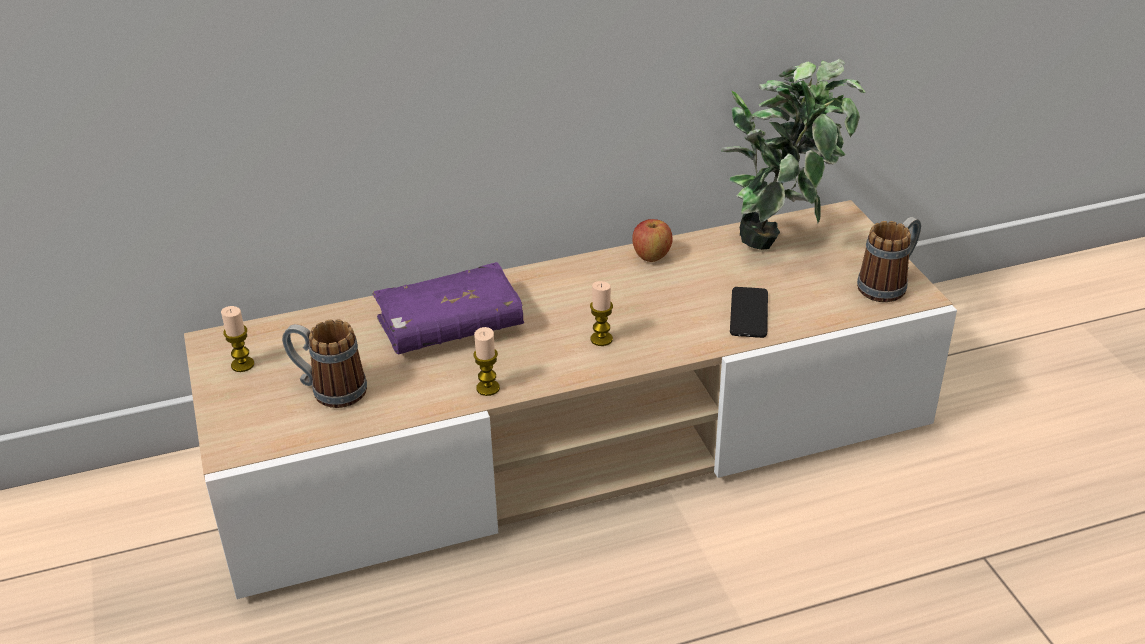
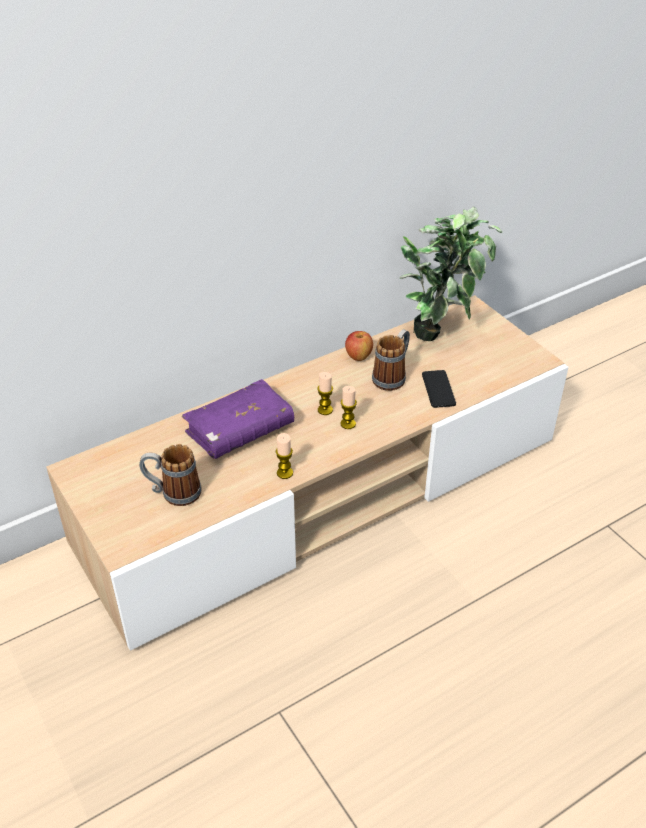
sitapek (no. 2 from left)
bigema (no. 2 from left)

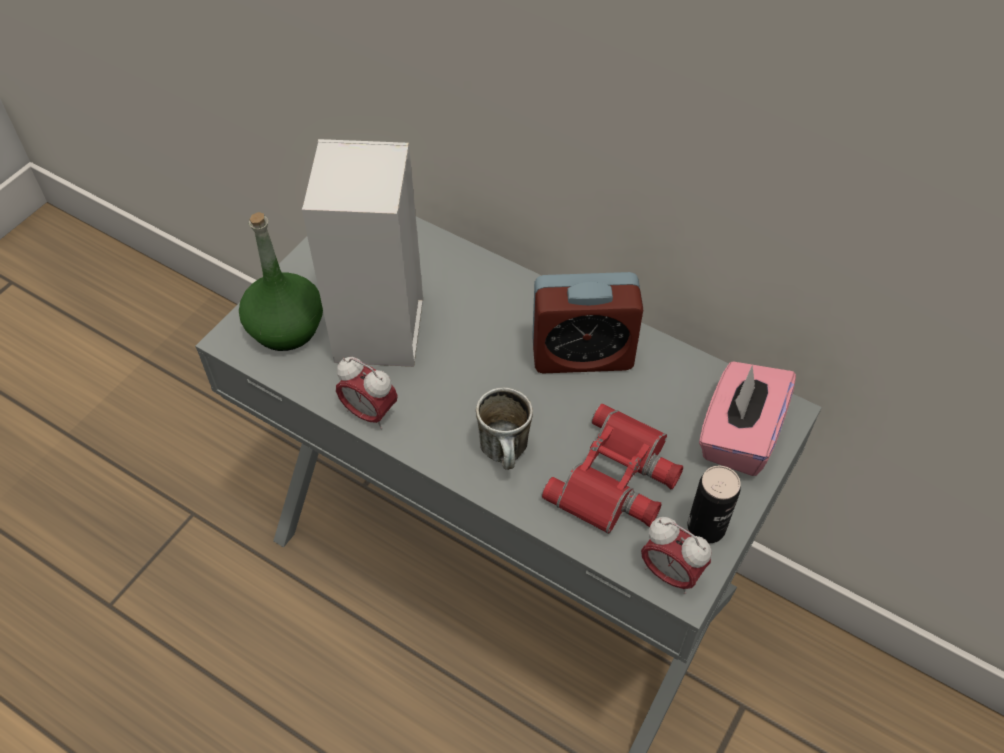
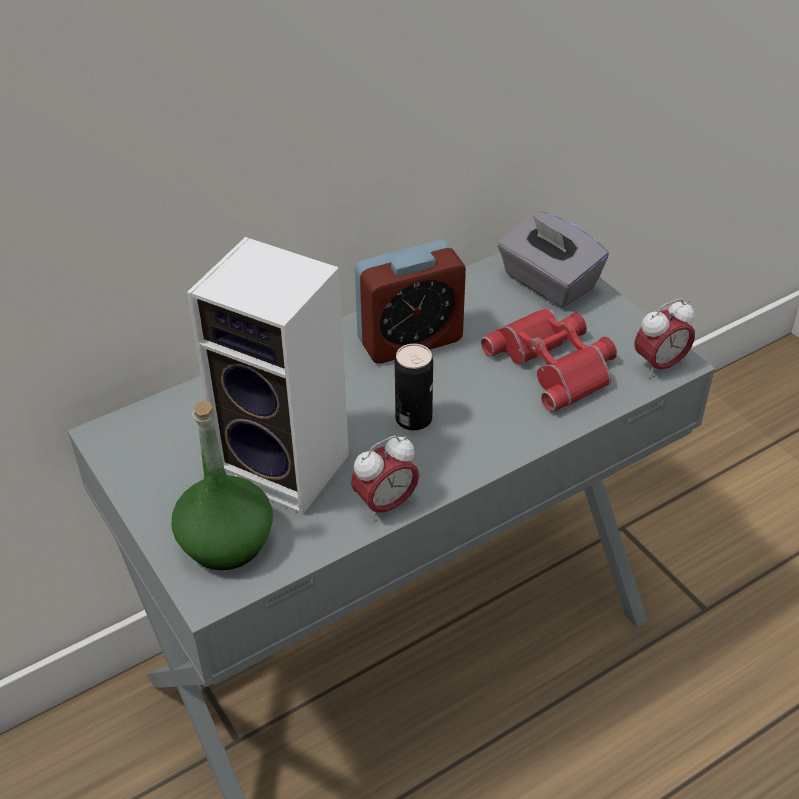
bigema
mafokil
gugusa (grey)
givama (no. 2 from left)

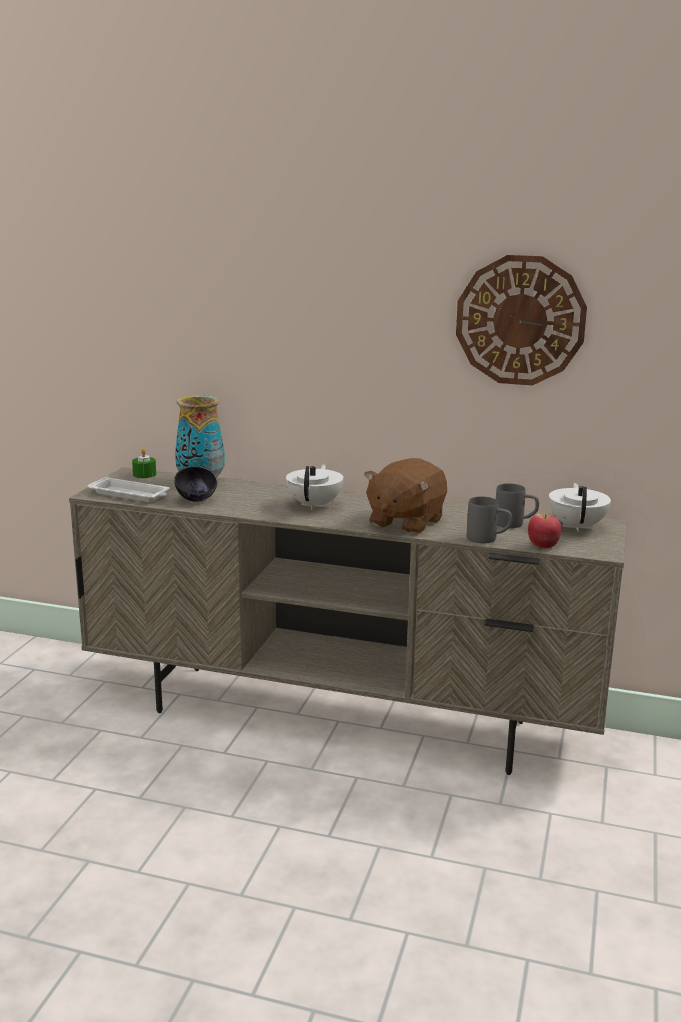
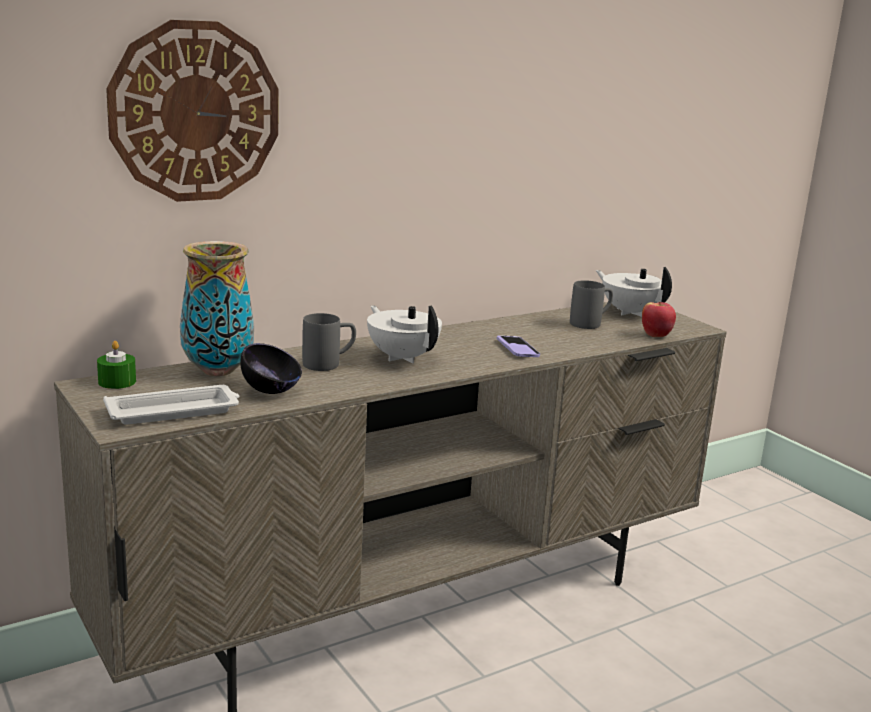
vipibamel
bigema (grey) (no. 1 from left)
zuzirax

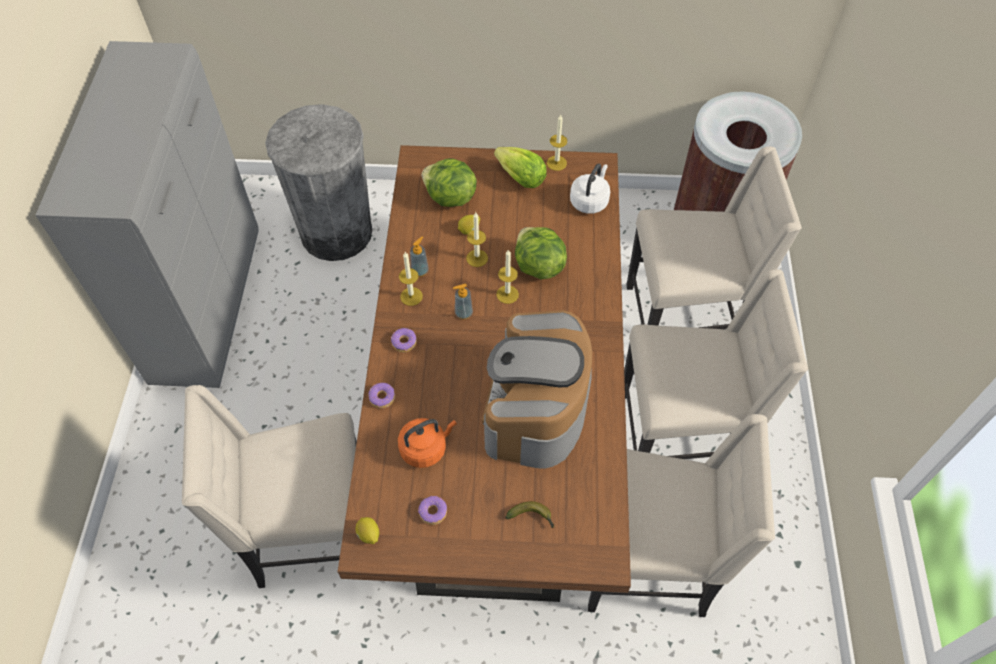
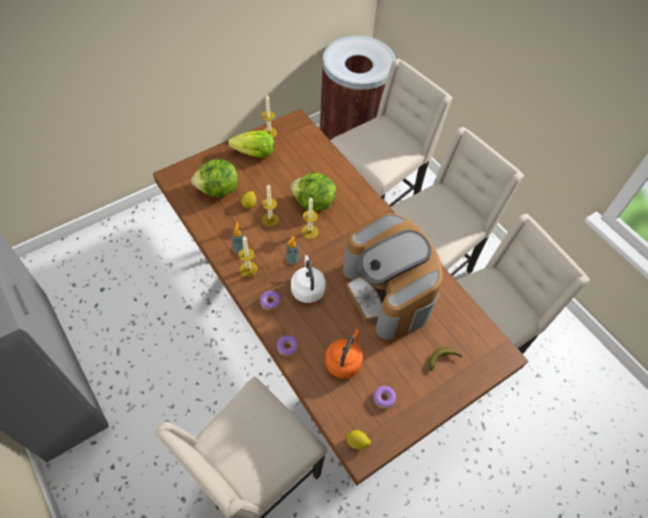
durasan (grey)
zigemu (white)

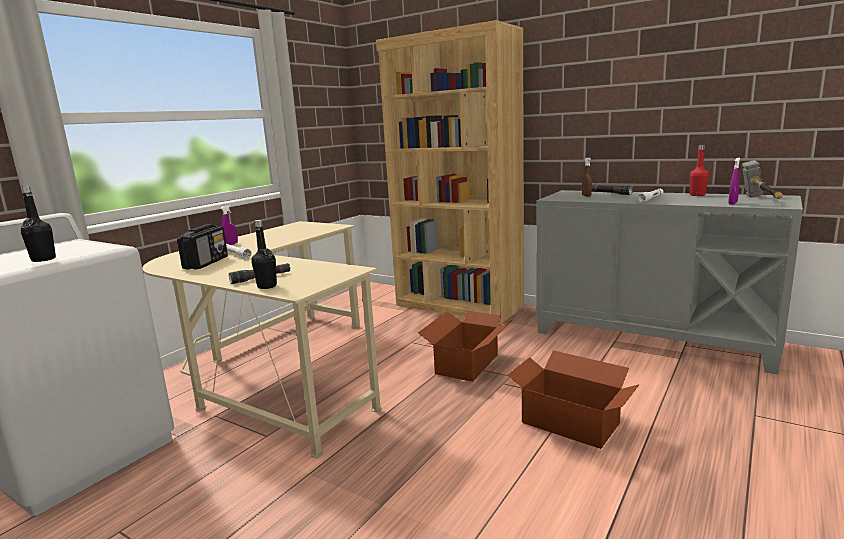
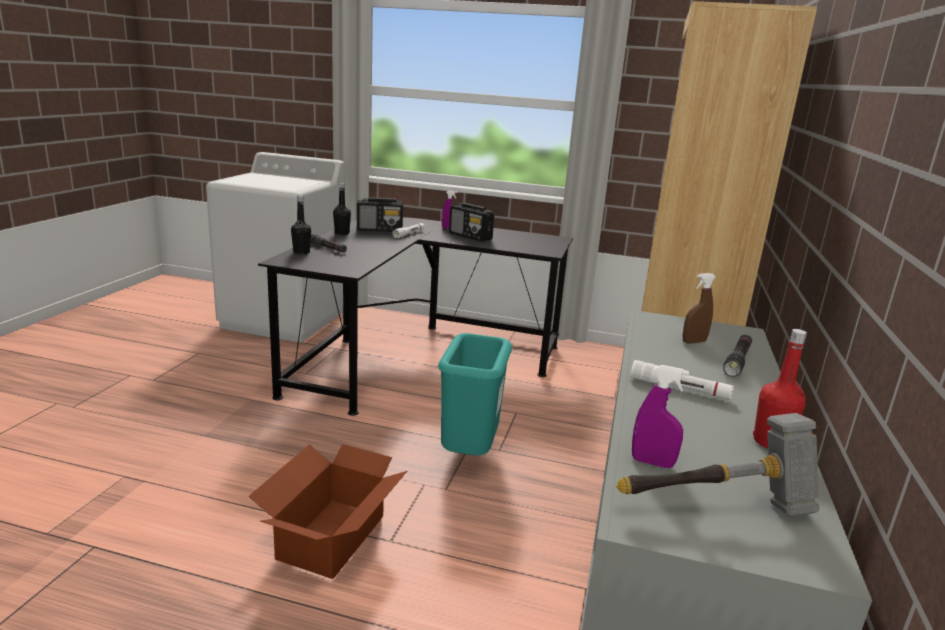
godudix (no. 2 from left)
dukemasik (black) (no. 2 from left)
durasan (turquoise)
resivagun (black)

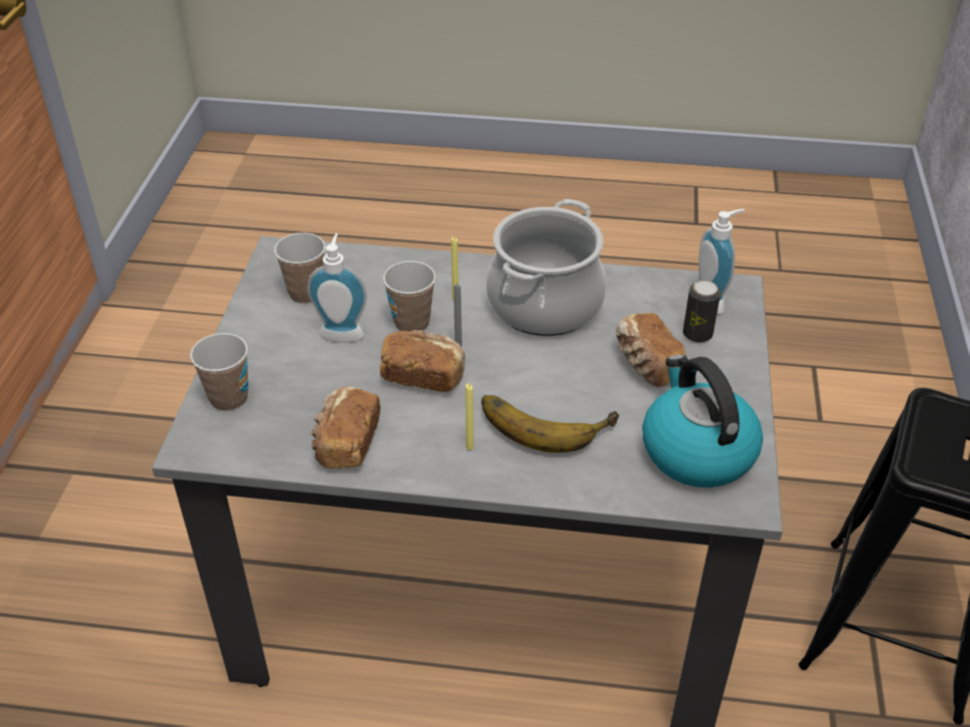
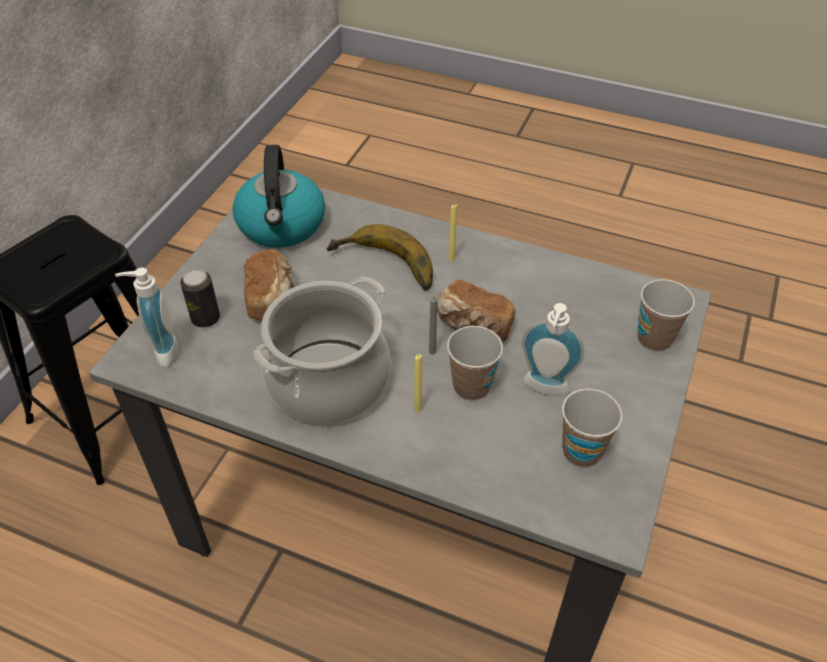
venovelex (no. 1 from left in the first image)

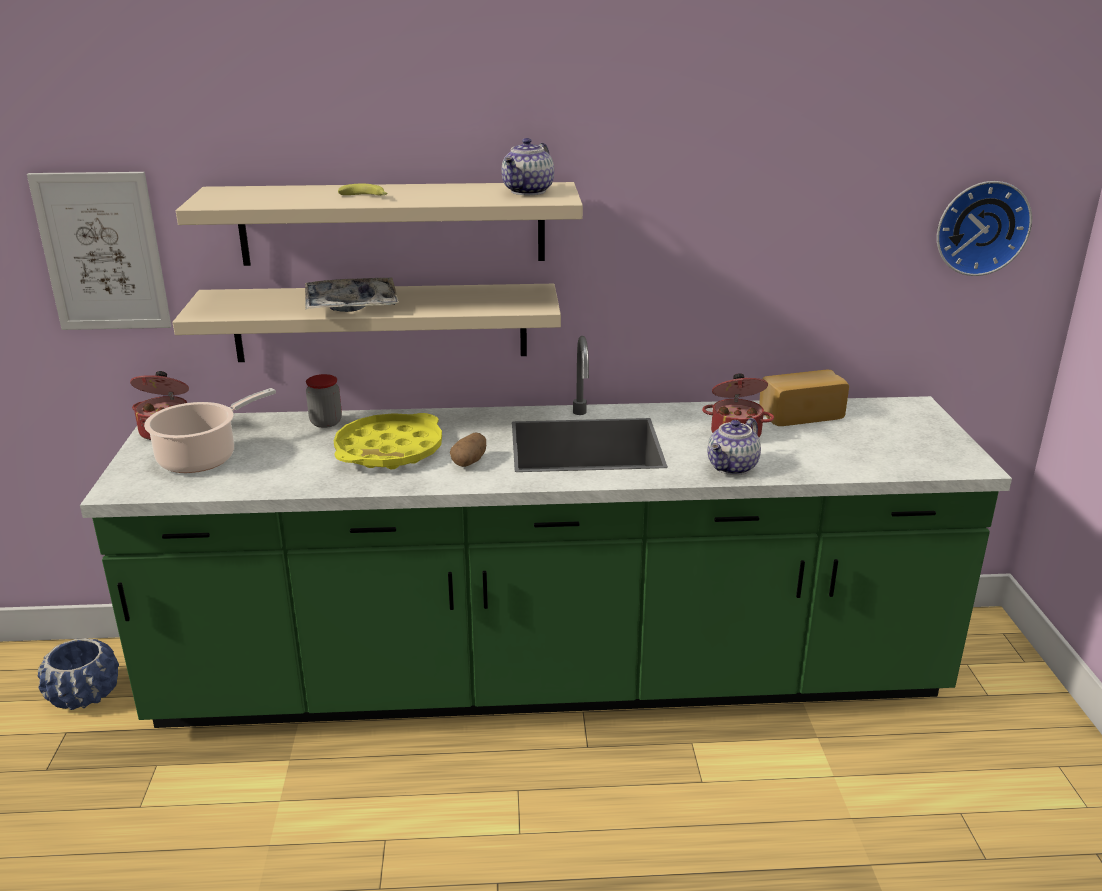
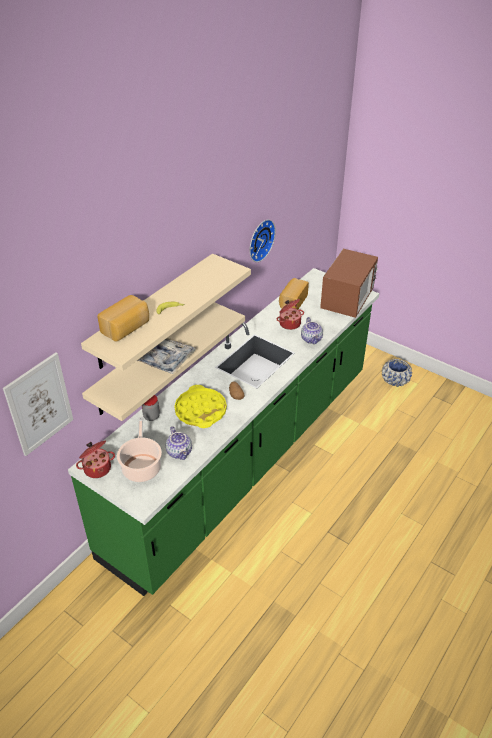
venovelex (no. 1 from left)
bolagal
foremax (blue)
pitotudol (no. 1 from left)
vipibamel

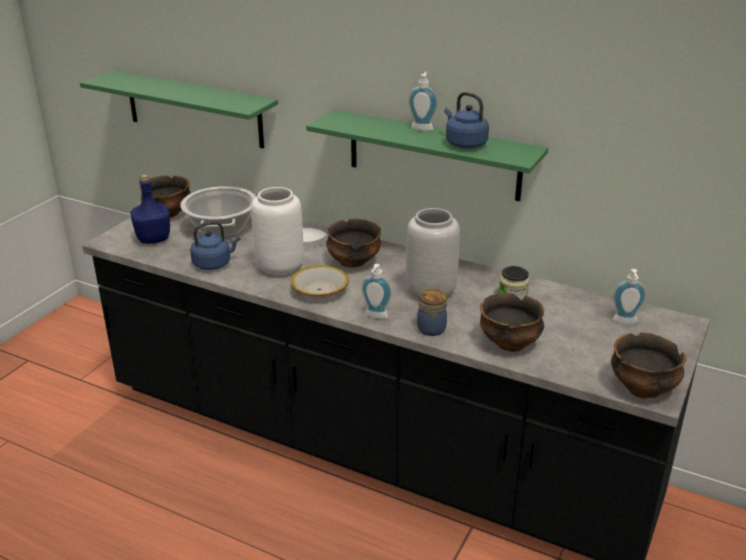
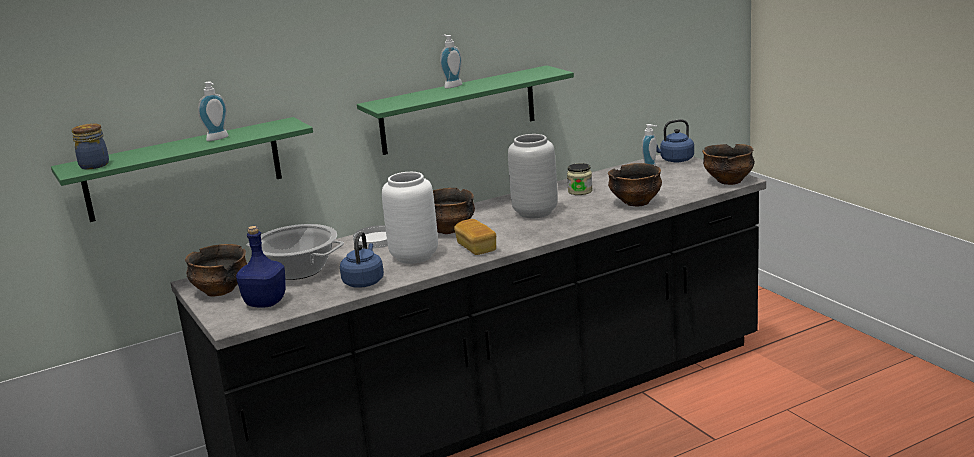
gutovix (no. 1 from left)
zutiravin (no. 1 from left)
zigemu (blue) (no. 2 from left)
venovelex

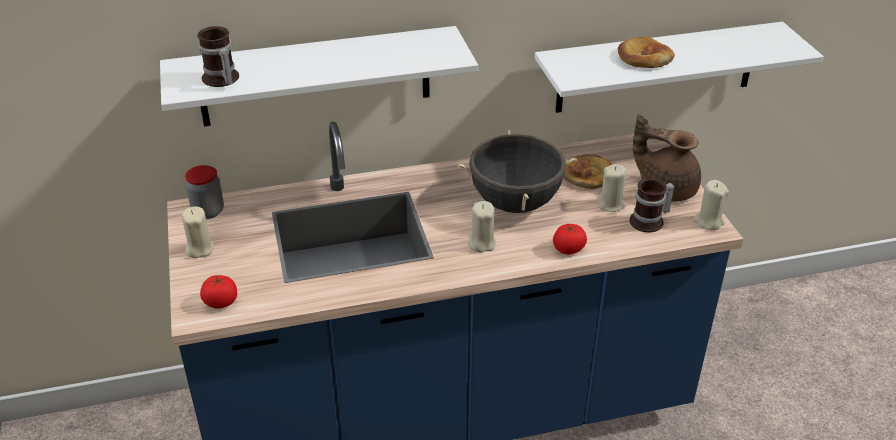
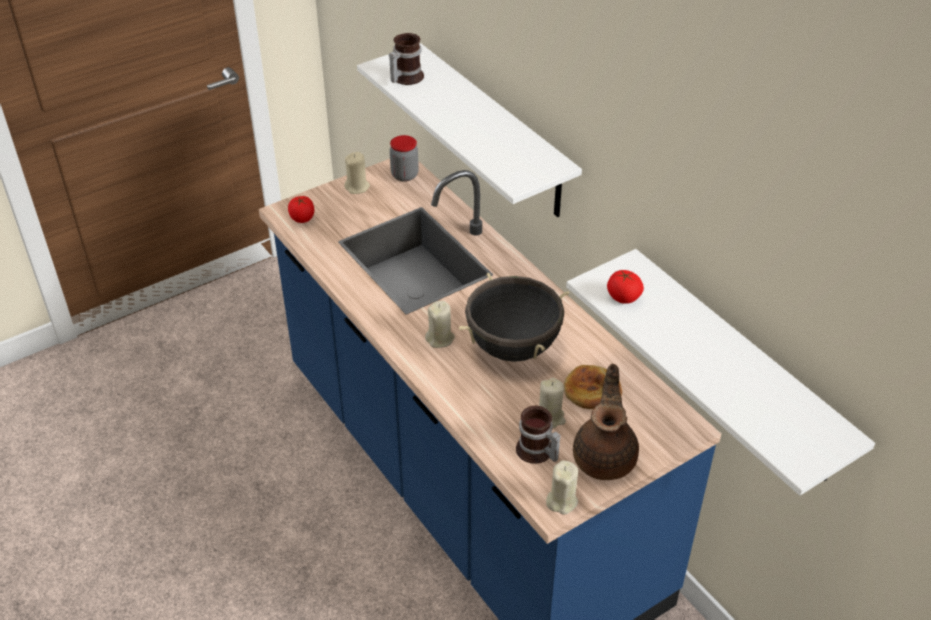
venovelex (no. 2 from left in the first image)
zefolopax (no. 2 from left)

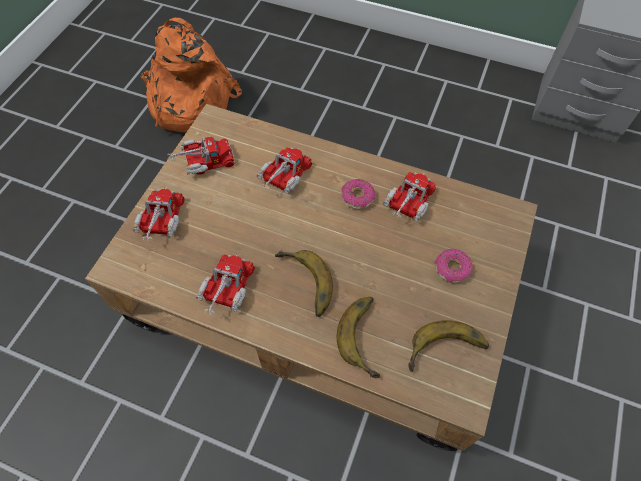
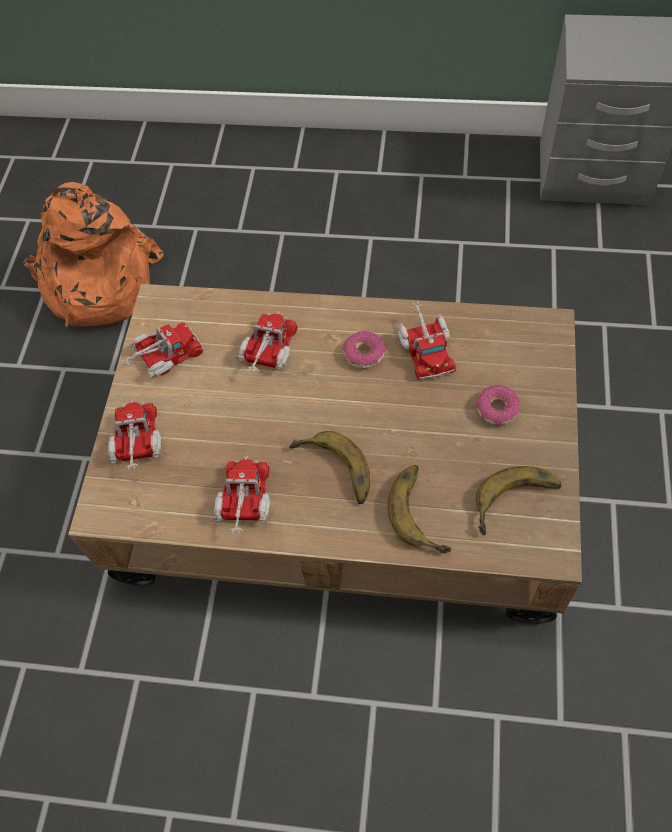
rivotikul (no. 5 from left)

